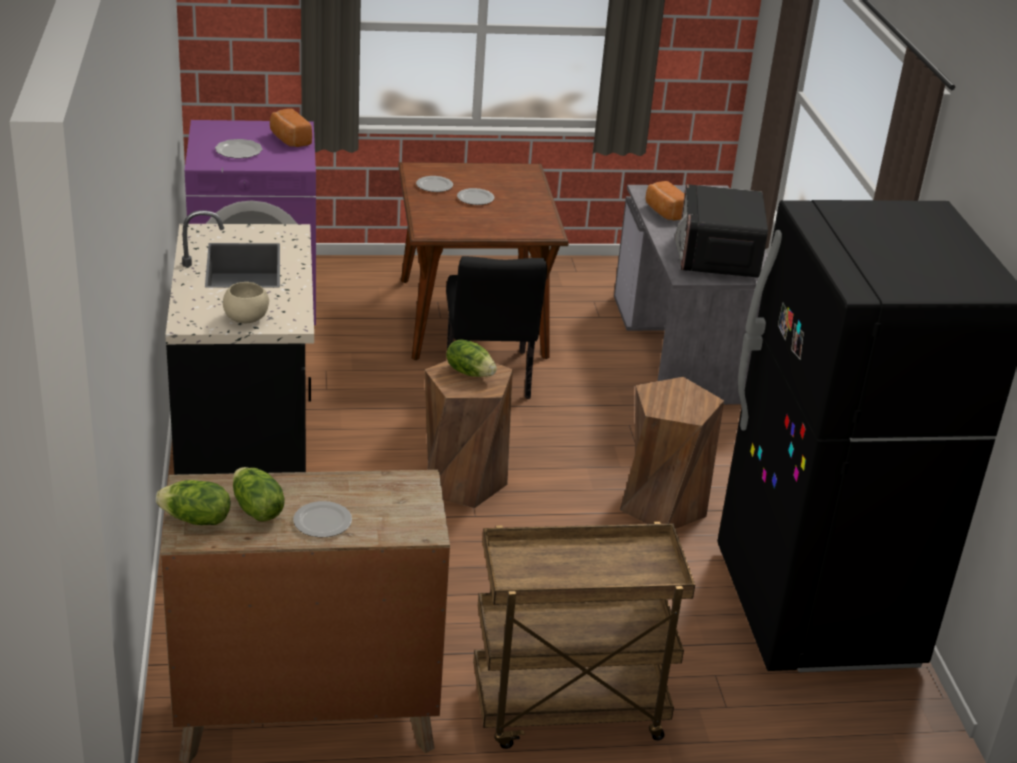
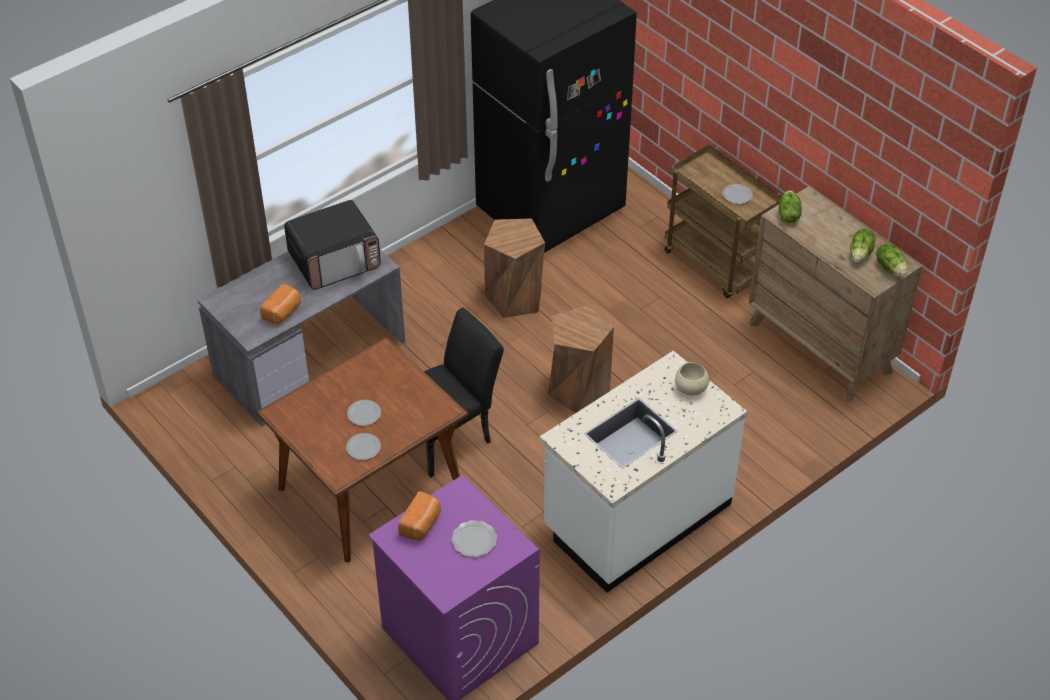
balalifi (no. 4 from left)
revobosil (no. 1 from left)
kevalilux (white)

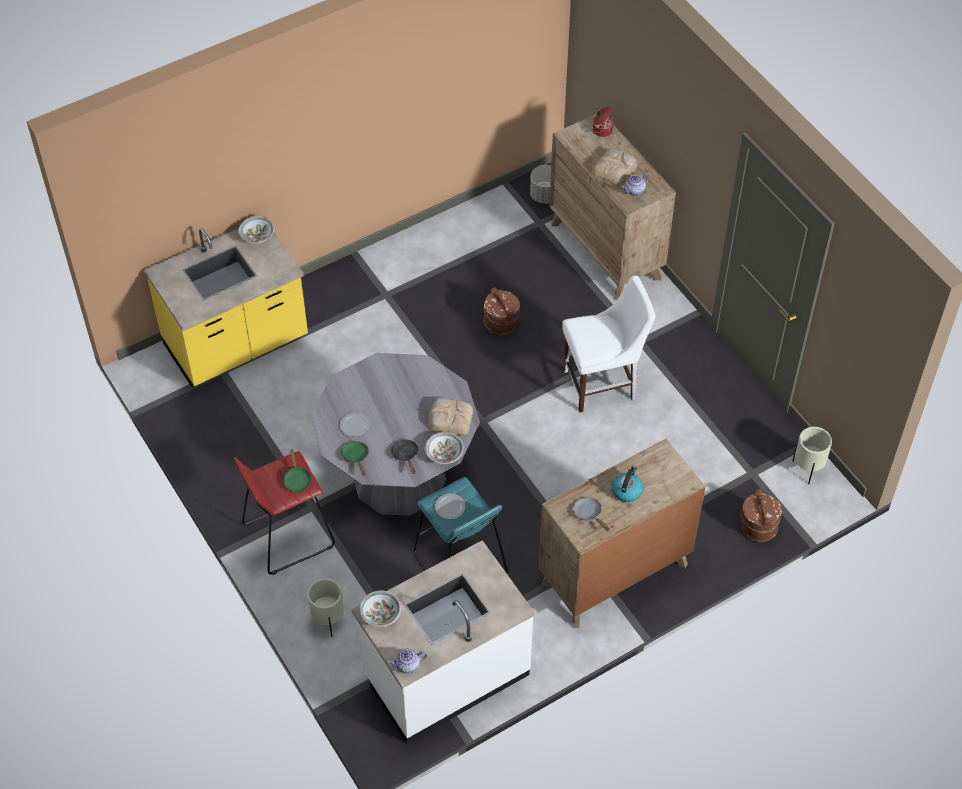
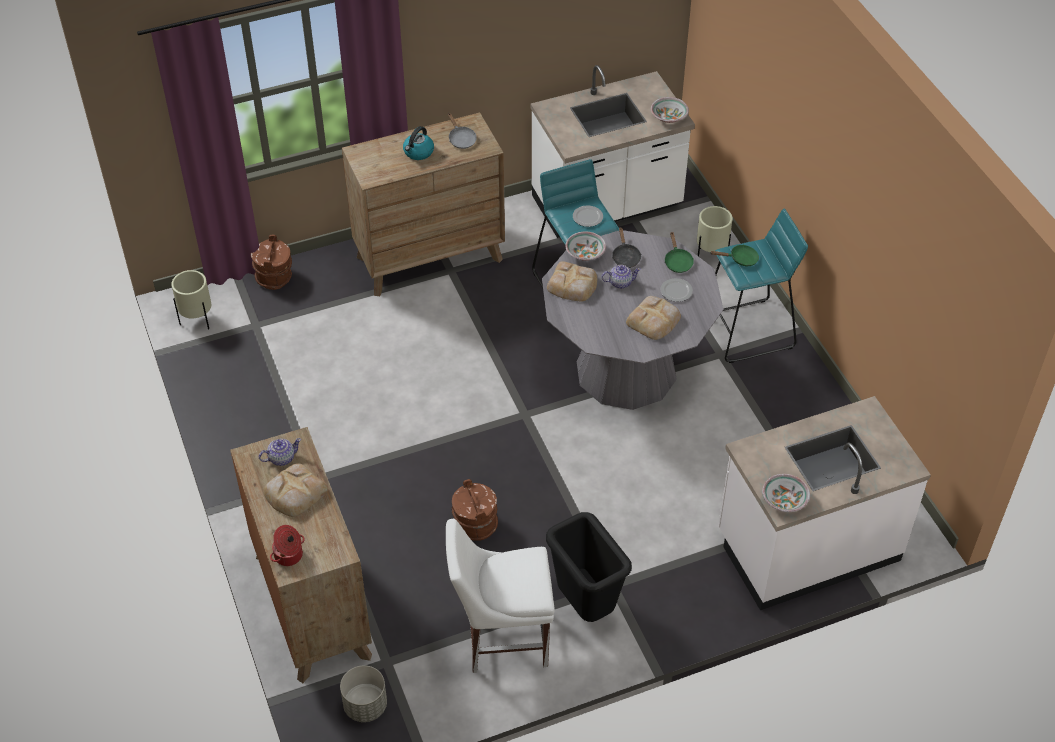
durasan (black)
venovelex (no. 3 from left)
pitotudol (no. 2 from left)
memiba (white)
kevalilux (white) (no. 2 from left)
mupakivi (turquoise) (no. 2 from left)
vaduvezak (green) (no. 2 from left)

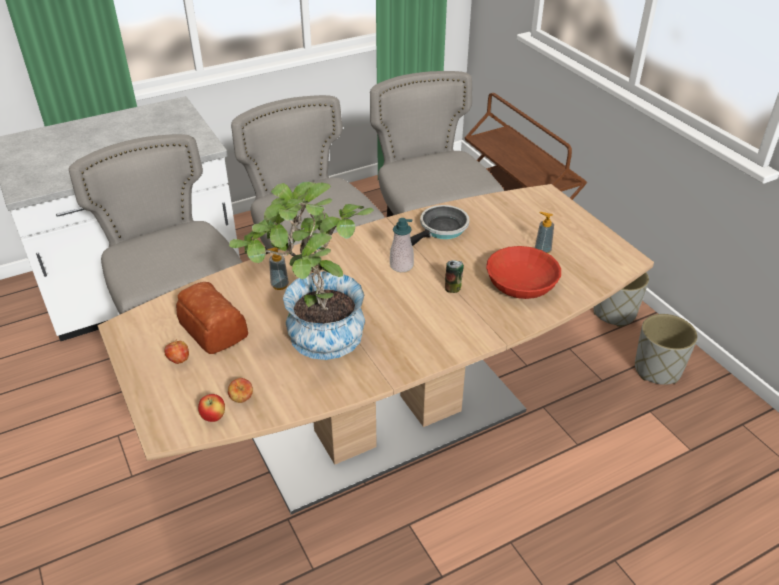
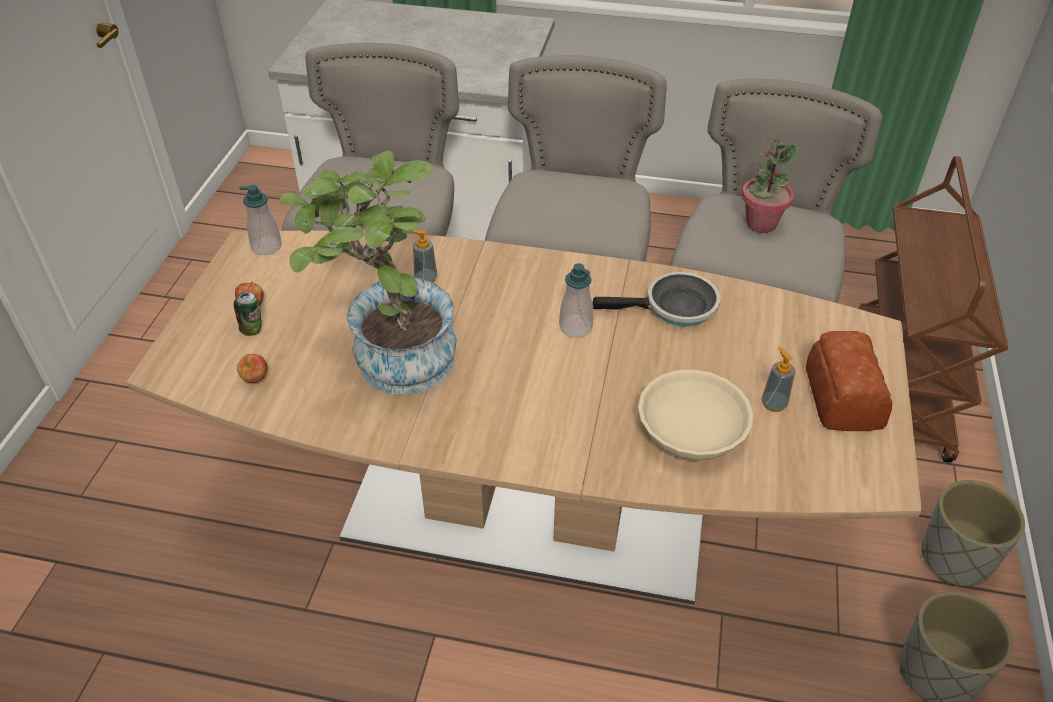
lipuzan (no. 2 from left in the first image)
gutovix (no. 1 from left)
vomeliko (no. 2 from left)
venovelex
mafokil
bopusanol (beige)

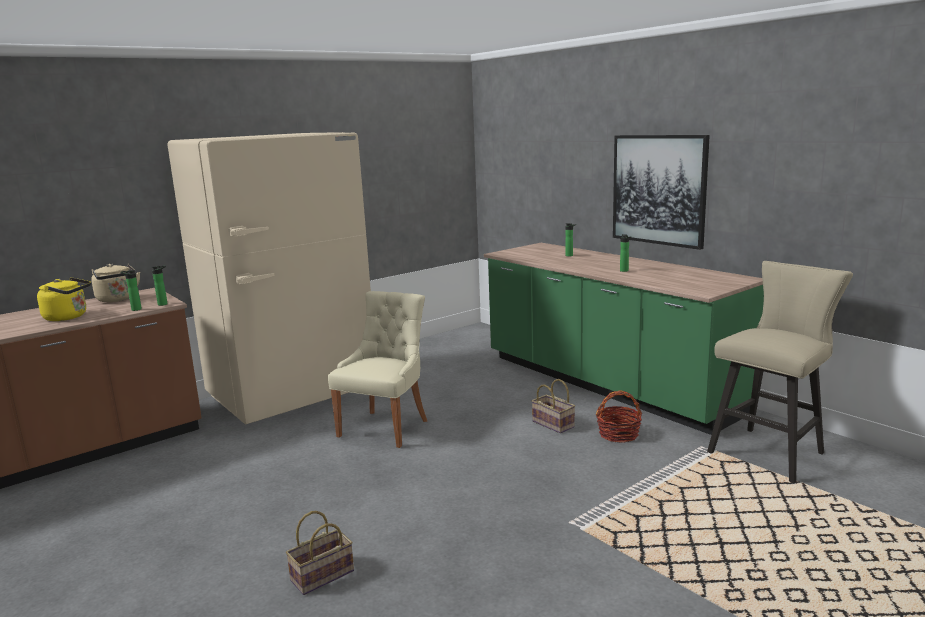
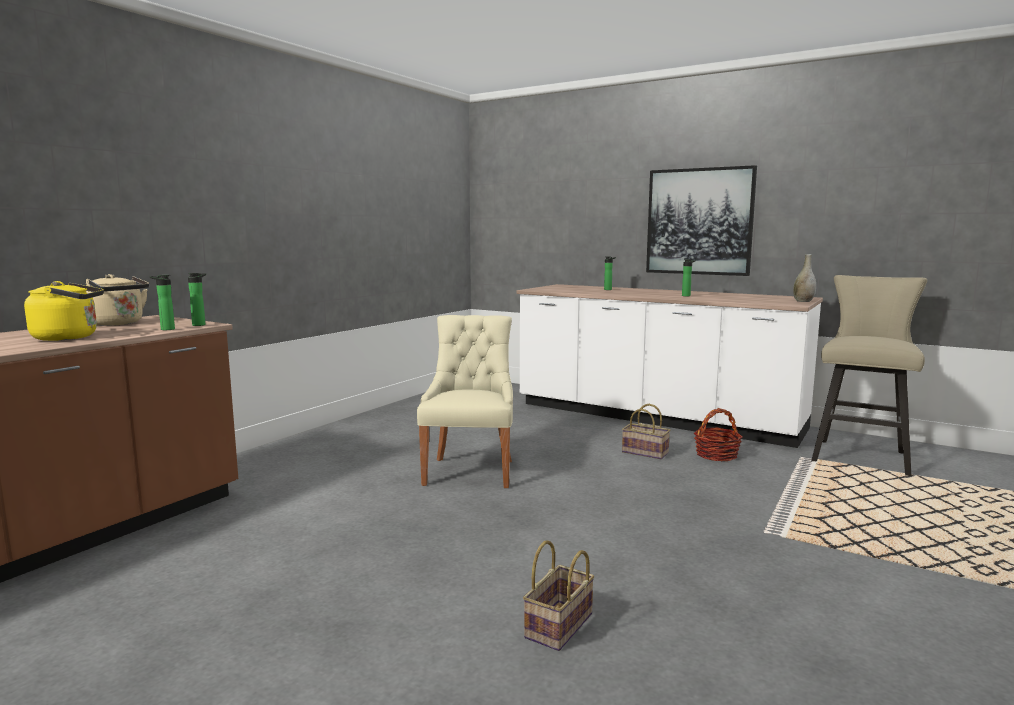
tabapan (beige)
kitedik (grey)
kevalilux (white)

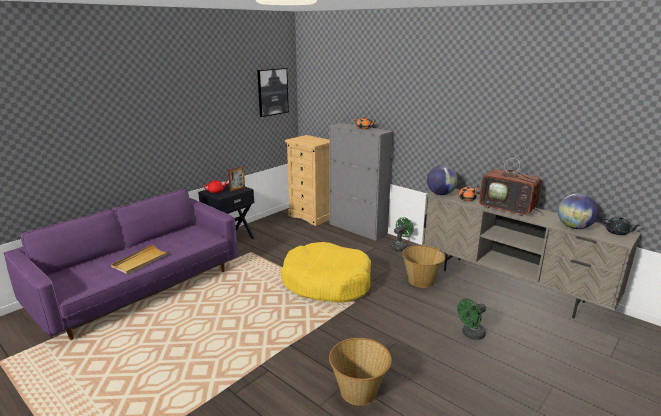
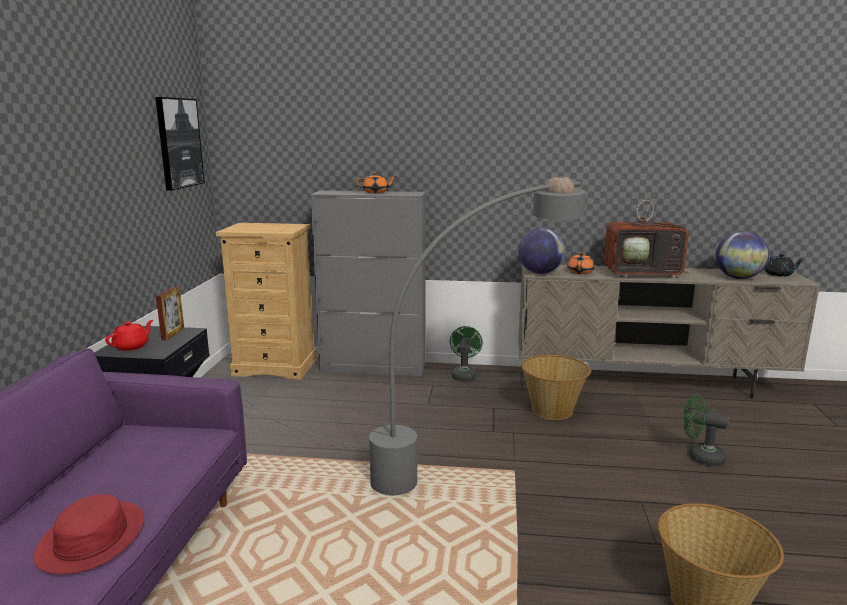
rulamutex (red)
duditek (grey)
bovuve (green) (no. 2 from left)

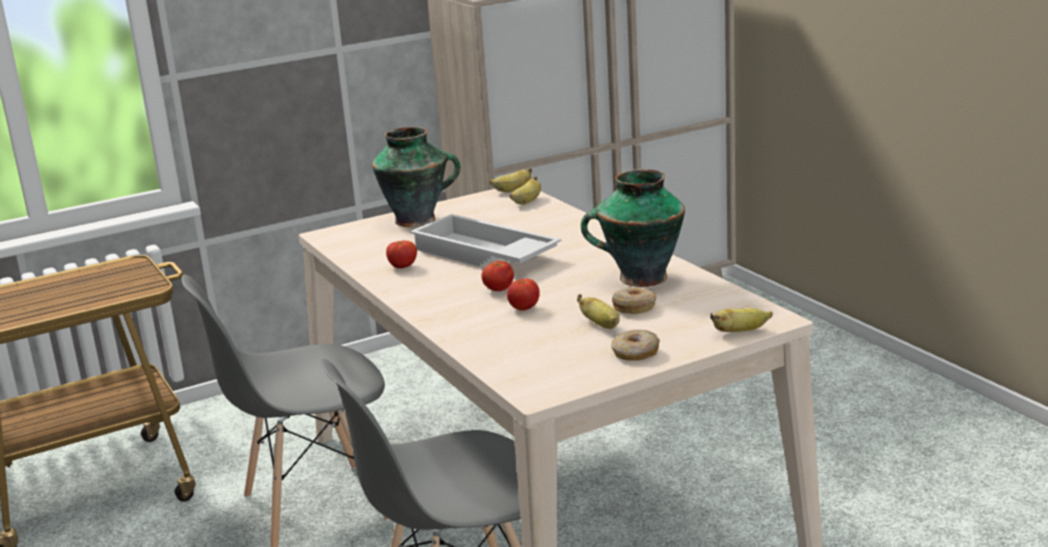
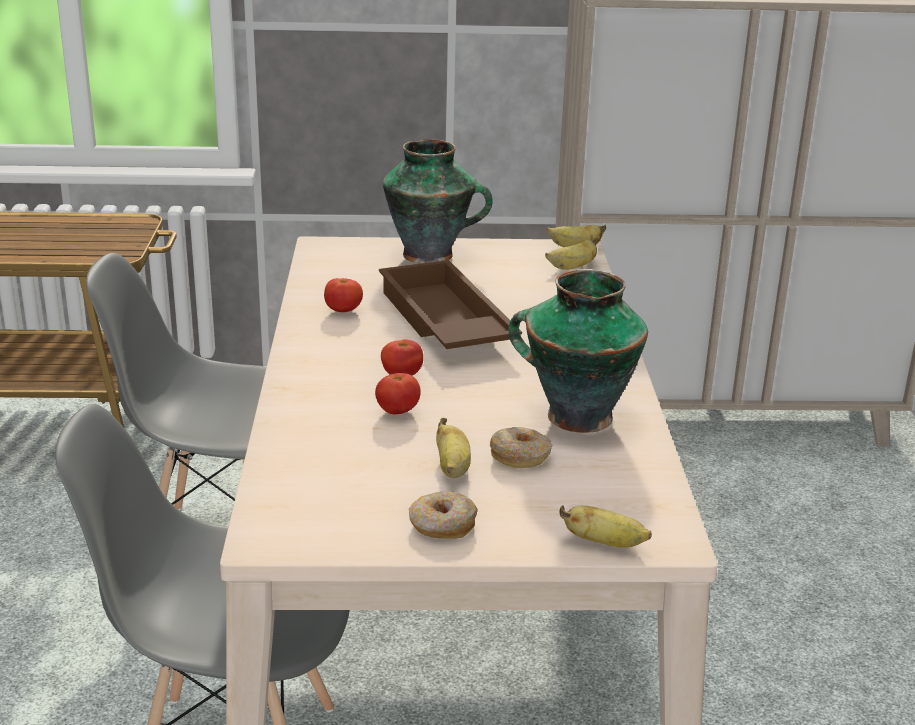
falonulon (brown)

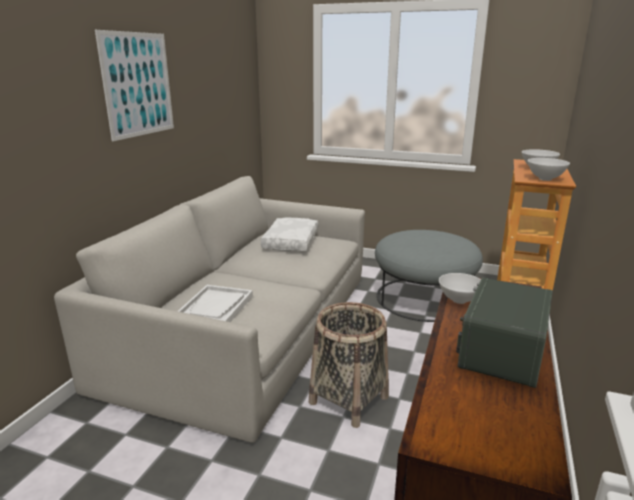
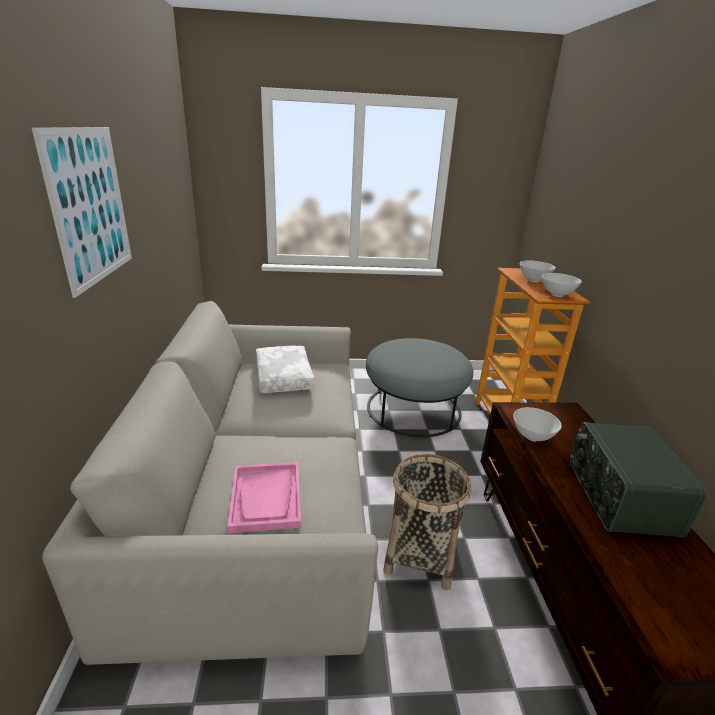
falonulon (pink)

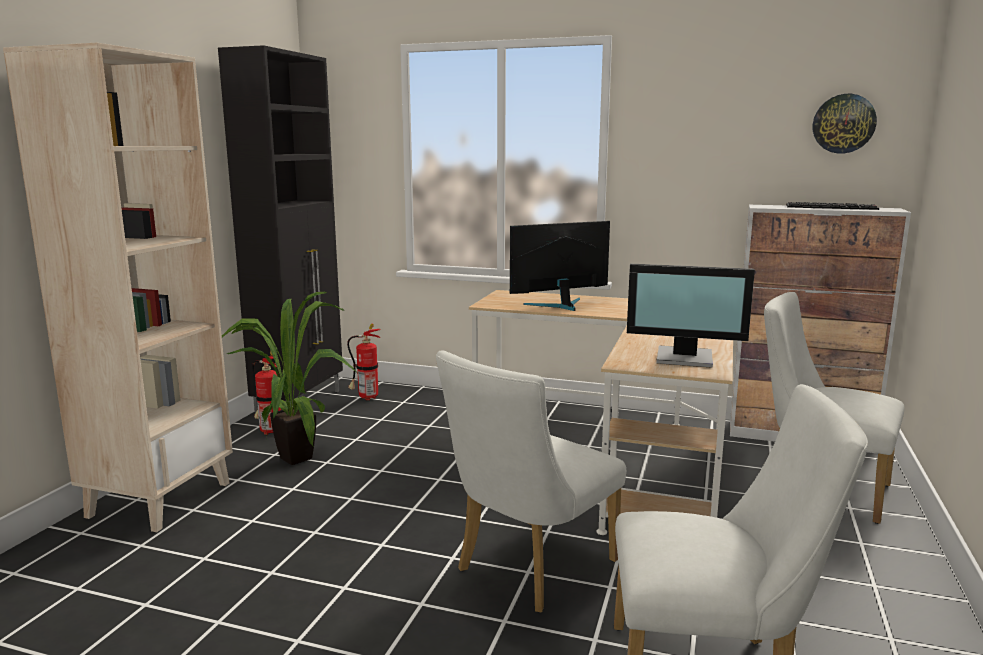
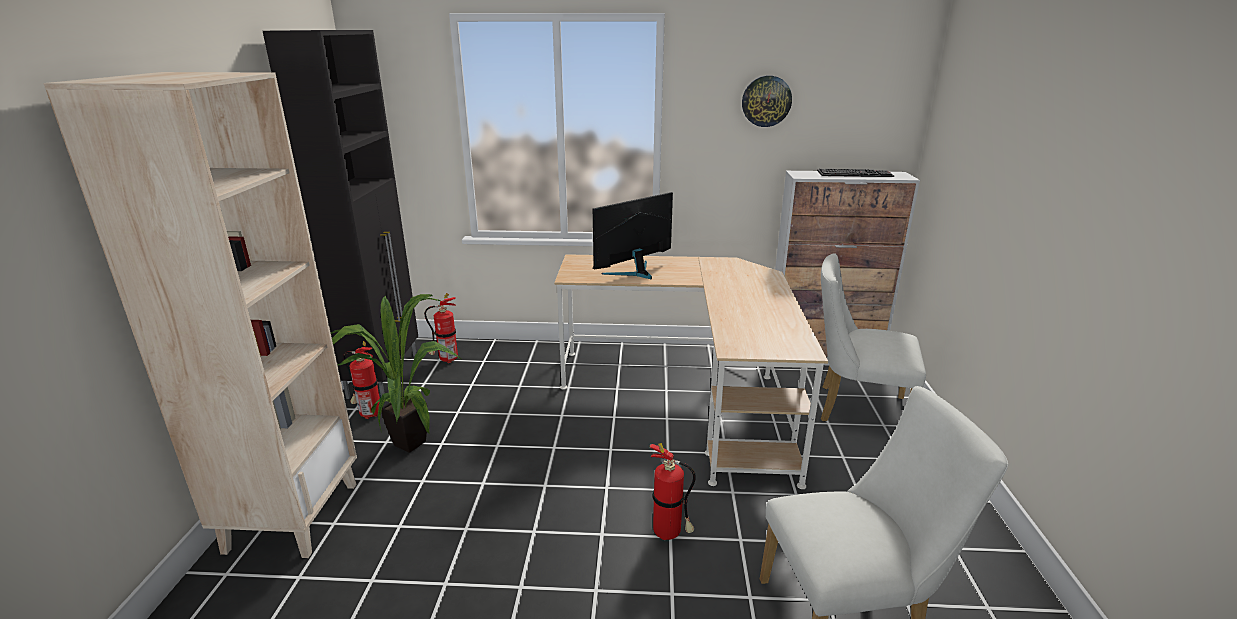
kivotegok (no. 2 from left in the first image)
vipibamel
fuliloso (no. 3 from left)

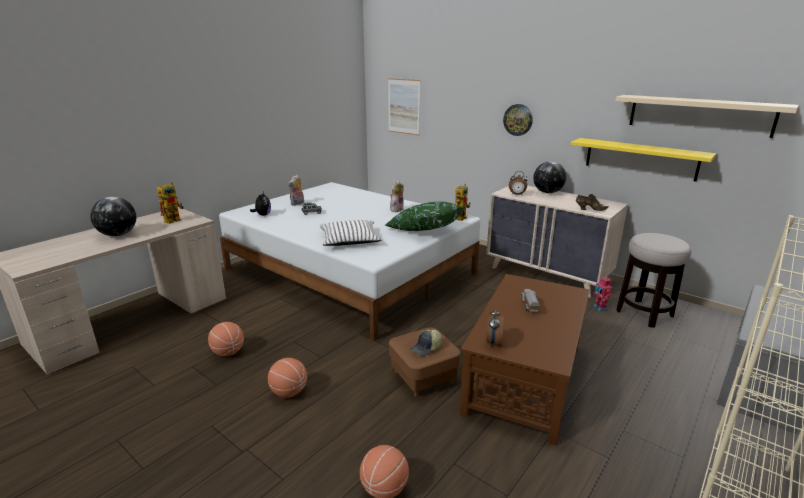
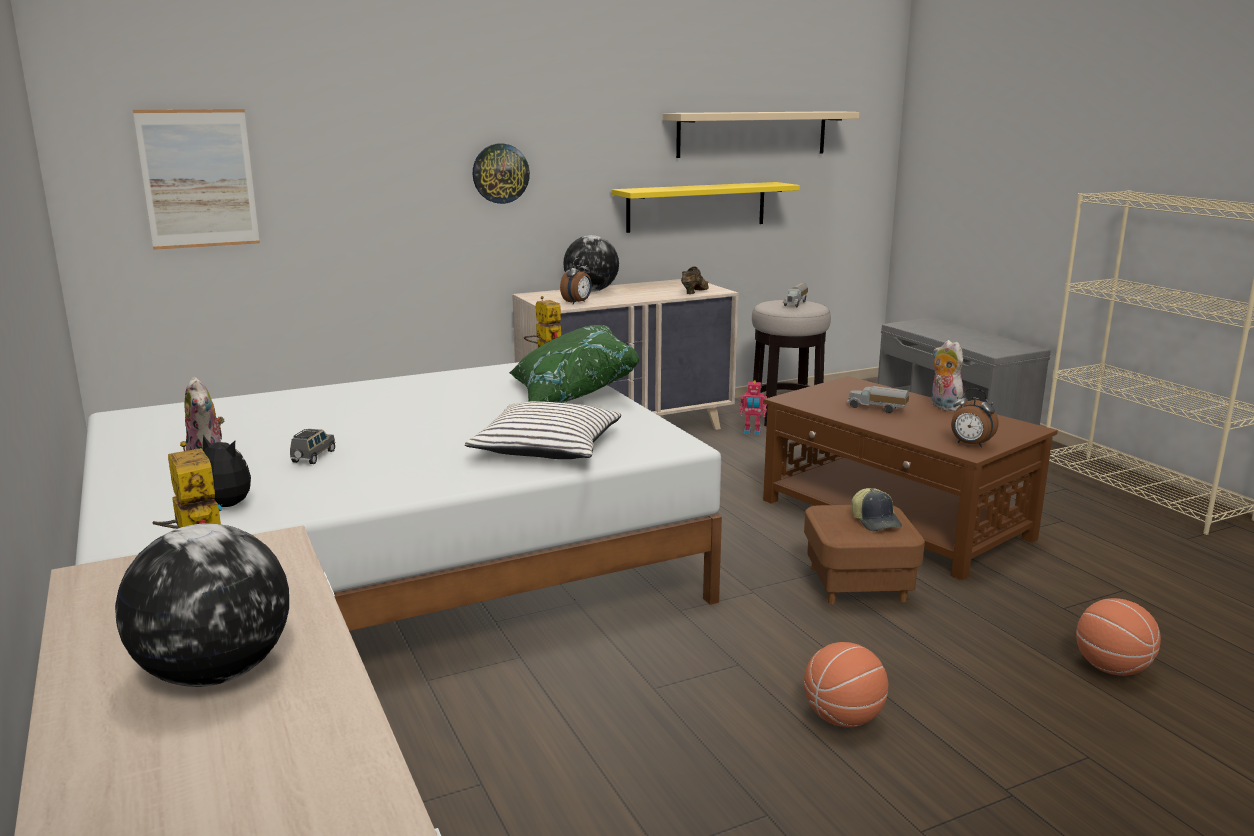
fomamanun (no. 1 from left in the first image)
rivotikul (no. 1 from left)
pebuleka (no. 3 from left)

